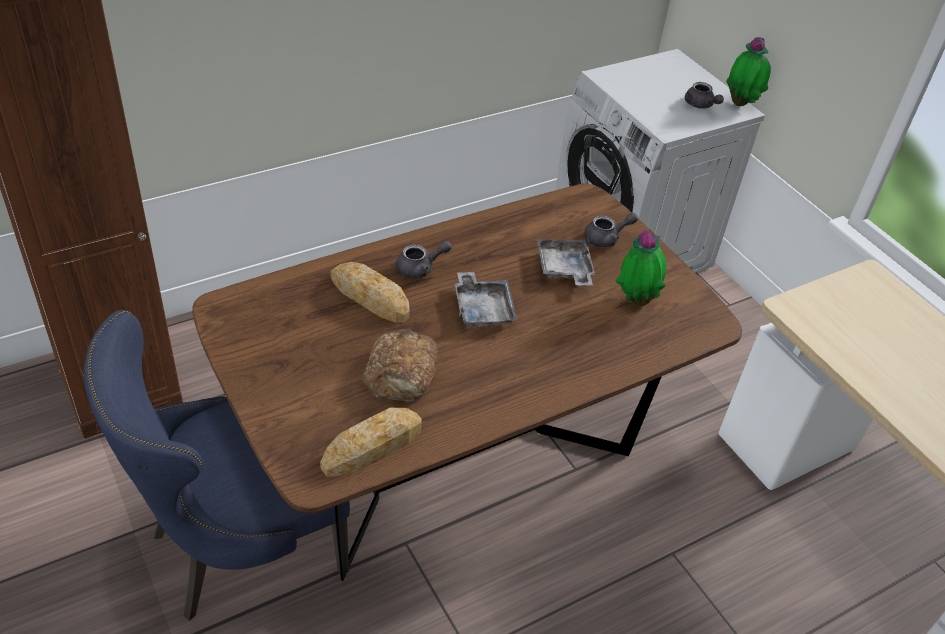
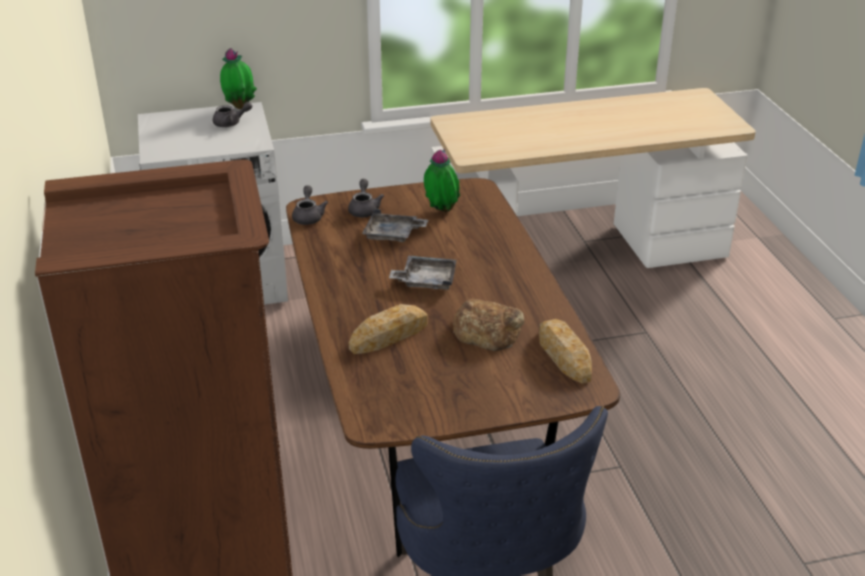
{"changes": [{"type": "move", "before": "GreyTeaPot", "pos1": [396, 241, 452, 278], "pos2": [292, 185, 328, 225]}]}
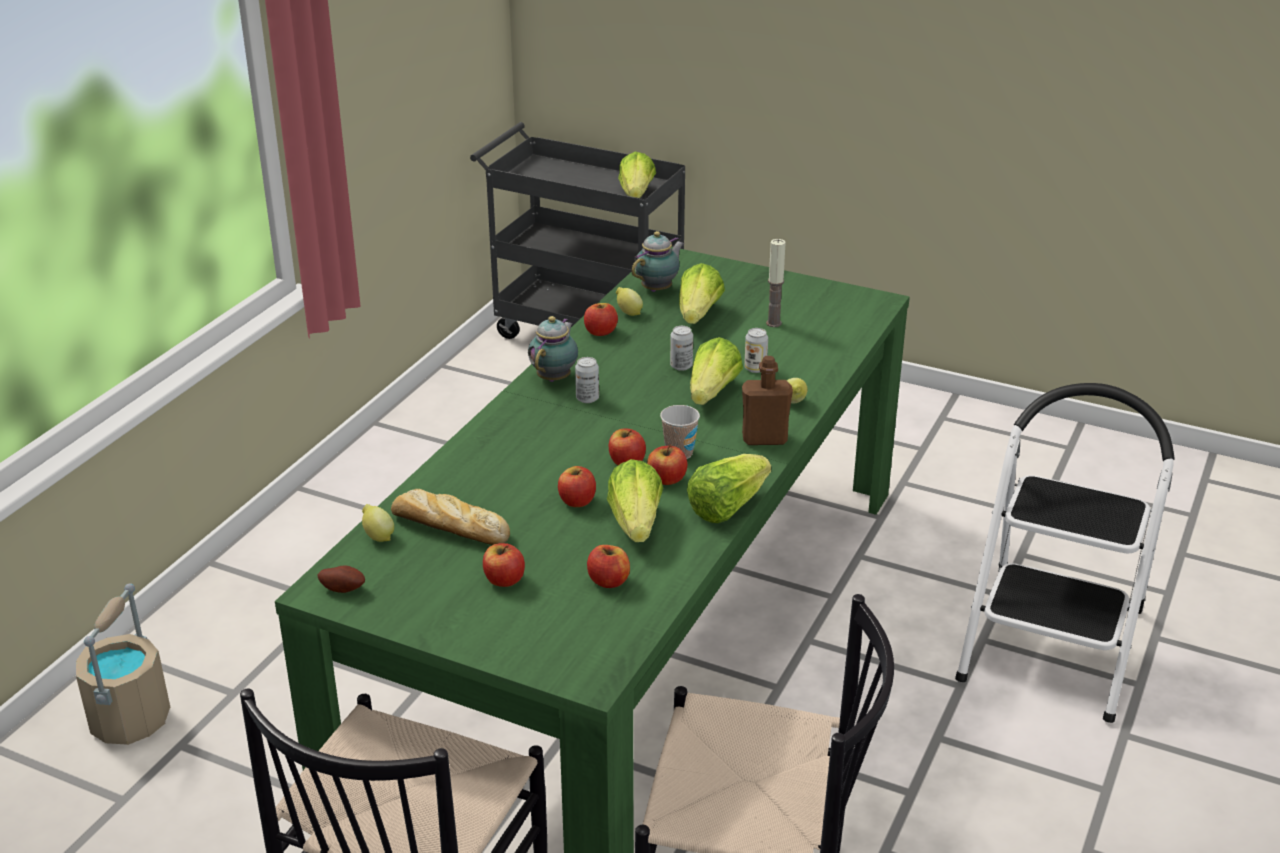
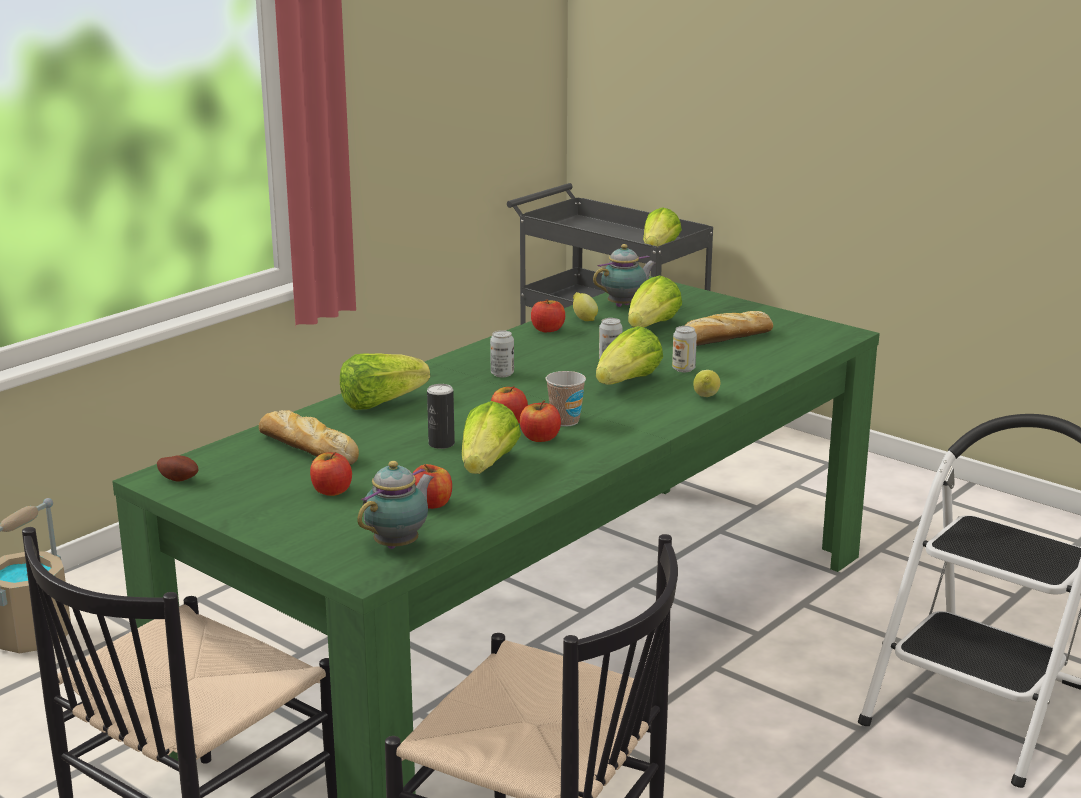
{"changes": [{"type": "replace", "before": "WaxCandle", "after": "Bread", "pos1": [766, 239, 785, 327], "pos2": [684, 311, 773, 346]}, {"type": "move", "before": "TeaPot", "pos1": [528, 316, 578, 382], "pos2": [357, 461, 433, 549]}, {"type": "delete", "before": "BrownColouredBeverageBottle", "pos1": [742, 356, 793, 445]}, {"type": "move", "before": "LettuceHead", "pos1": [687, 454, 771, 523], "pos2": [340, 353, 430, 410]}, {"type": "replace", "before": "WholeApple", "after": "Can", "pos1": [558, 466, 596, 507], "pos2": [427, 384, 455, 449]}, {"type": "delete", "before": "CitrusFruit", "pos1": [362, 504, 394, 542]}]}
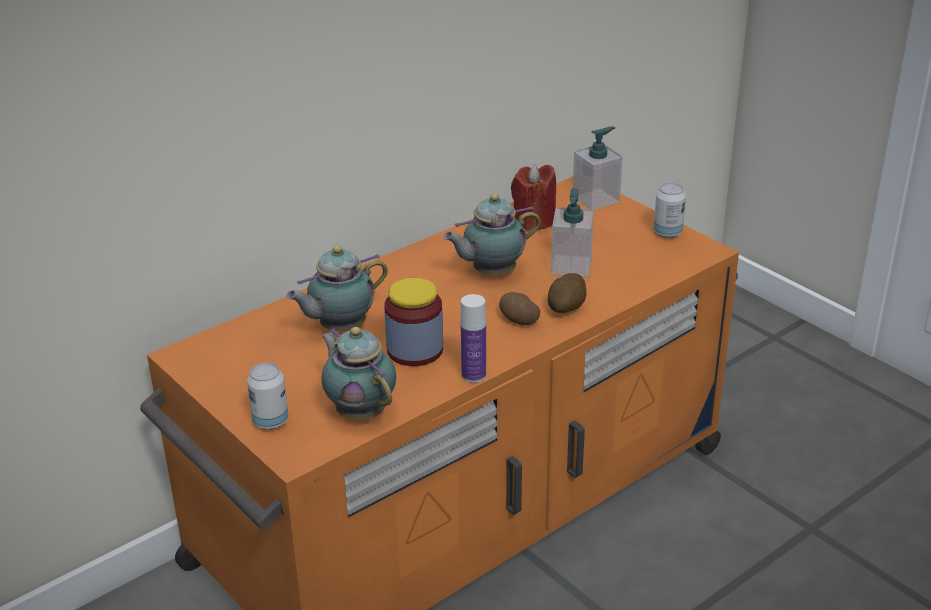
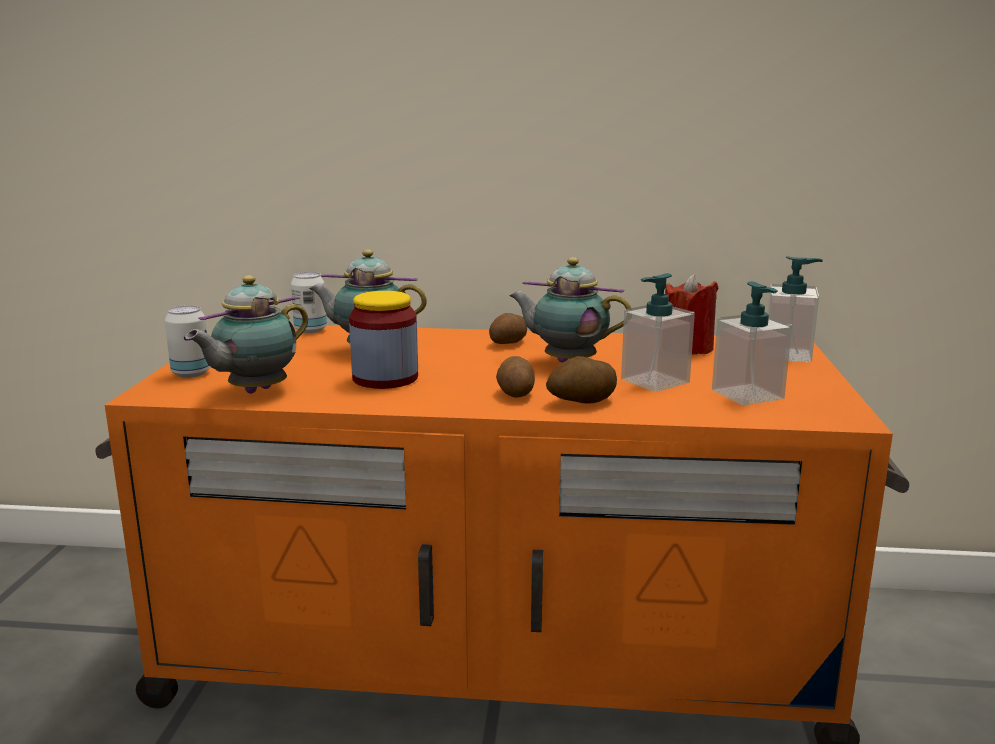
{"changes": [{"type": "move", "before": "Can", "pos1": [654, 183, 686, 238], "pos2": [291, 272, 327, 333]}, {"type": "delete", "before": "BeverageBottle", "pos1": [461, 294, 486, 383]}, {"type": "rotate", "before": "TeaPot", "pos1": [321, 327, 396, 420], "pos2": [185, 275, 308, 394], "turn": -150}, {"type": "insert", "after": "SoapDispenser", "pos2": [712, 281, 792, 406]}, {"type": "insert", "after": "Spud", "pos2": [489, 313, 527, 344]}]}
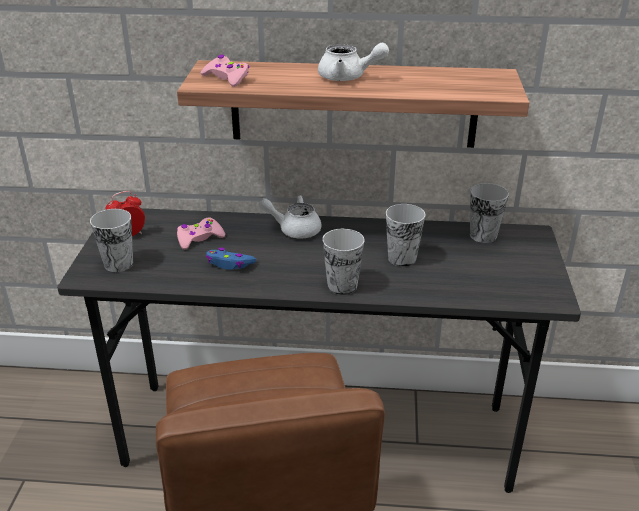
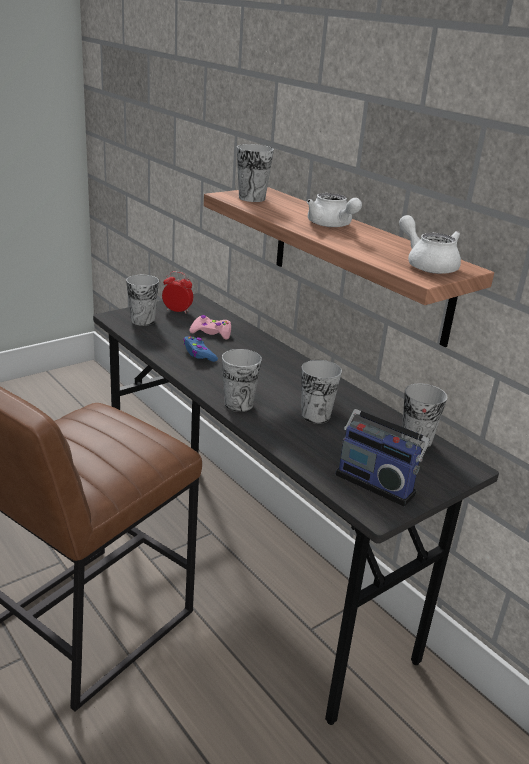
{"changes": [{"type": "replace", "before": "PinkishGameController", "after": "SmallCup", "pos1": [200, 55, 249, 87], "pos2": [237, 144, 274, 202]}, {"type": "move", "before": "WhiteColouredTeaPot", "pos1": [259, 195, 322, 238], "pos2": [399, 215, 461, 274]}, {"type": "insert", "after": "RadioSet", "pos2": [335, 409, 430, 507]}]}
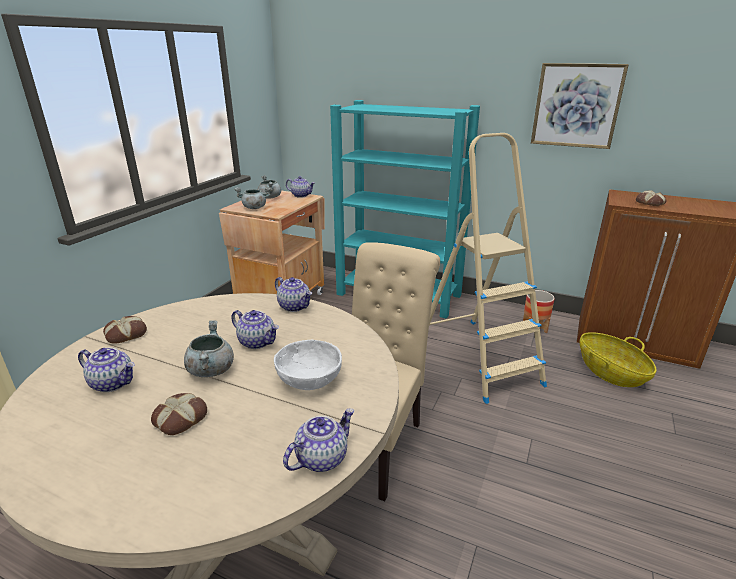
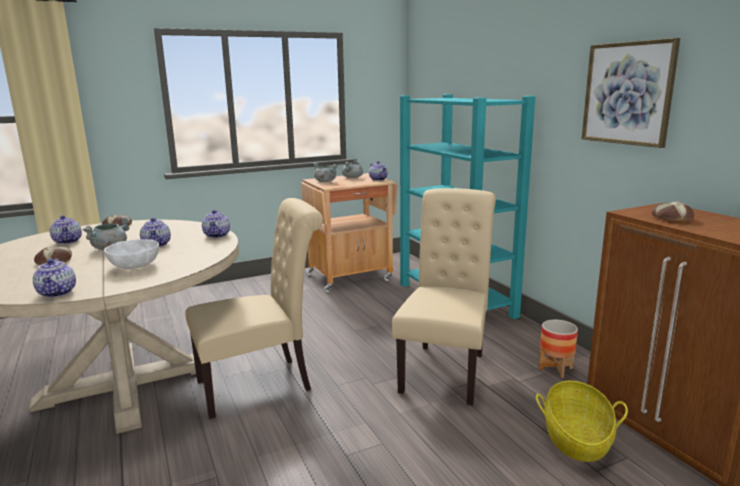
{"changes": [{"type": "replace", "before": "SandColouredStepStool", "after": "SandColouredUprightChair", "pos1": [429, 133, 547, 404], "pos2": [392, 188, 496, 405]}, {"type": "rotate", "before": "TeaPot", "pos1": [283, 408, 354, 472], "pos2": [33, 258, 76, 298], "turn": 75}]}
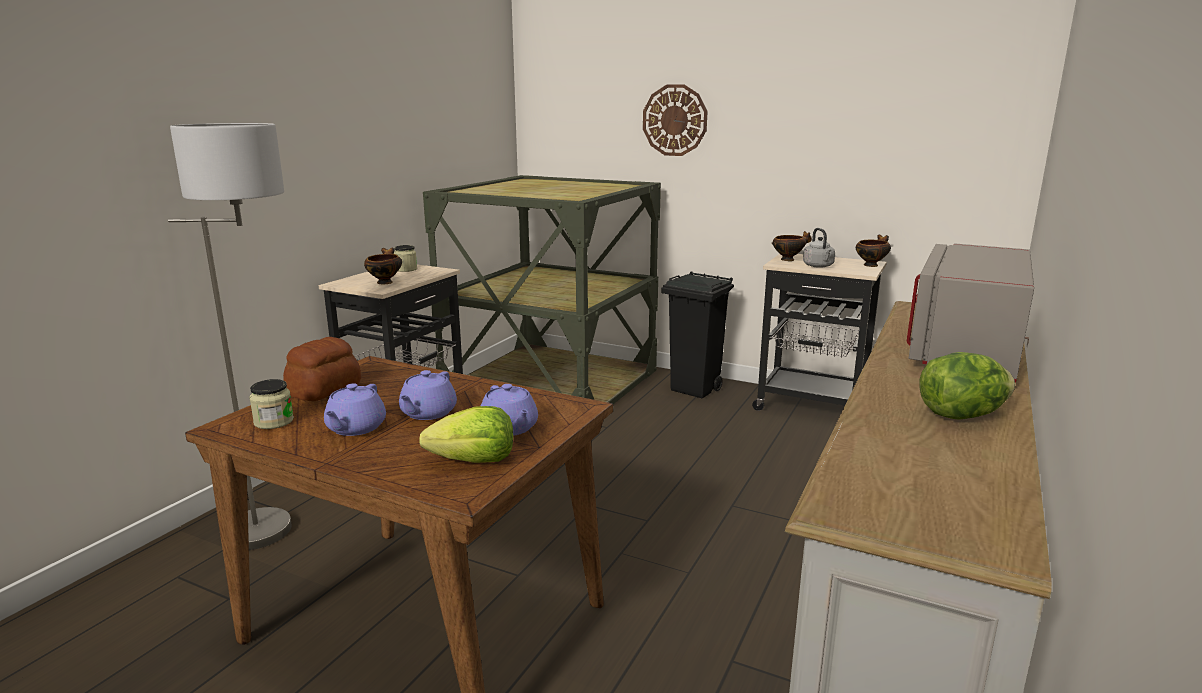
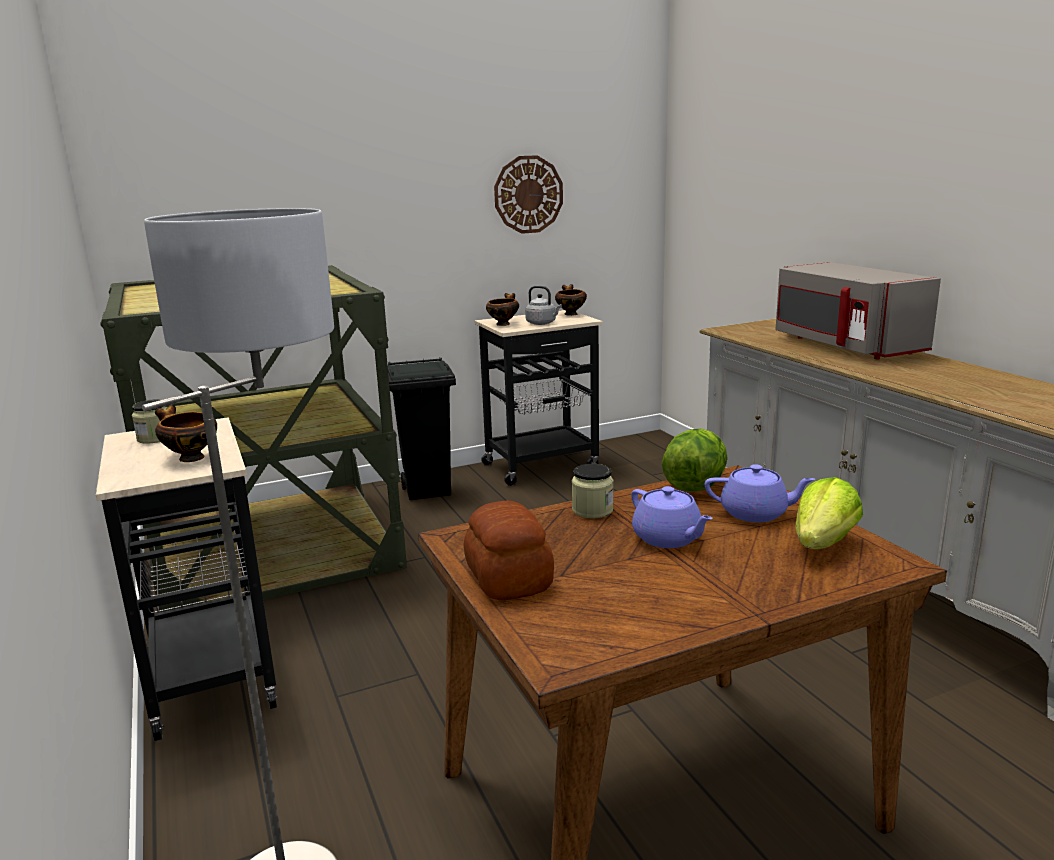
{"changes": [{"type": "move", "before": "ClockOnTheWall", "pos1": [643, 84, 708, 156], "pos2": [494, 155, 563, 234]}, {"type": "move", "before": "LettuceHead", "pos1": [919, 352, 1015, 420], "pos2": [662, 429, 728, 492]}, {"type": "move", "before": "PreserveJar", "pos1": [249, 379, 294, 429], "pos2": [572, 464, 613, 519]}, {"type": "delete", "before": "PurpleColouredTeaPot", "pos1": [324, 383, 386, 436]}]}
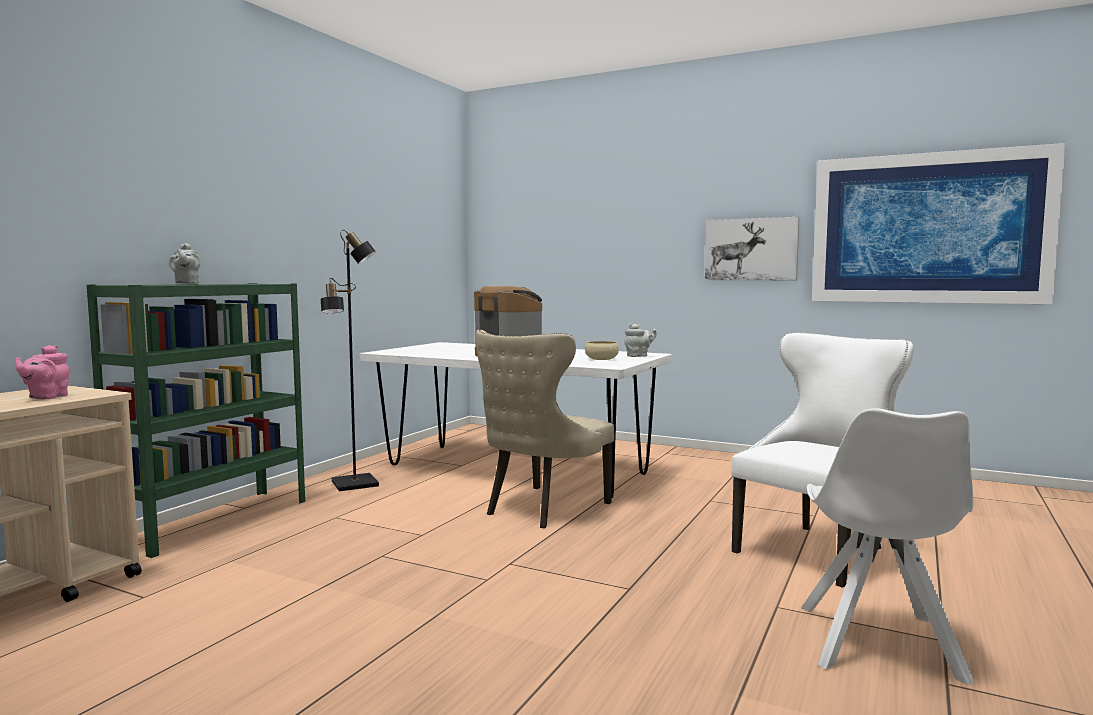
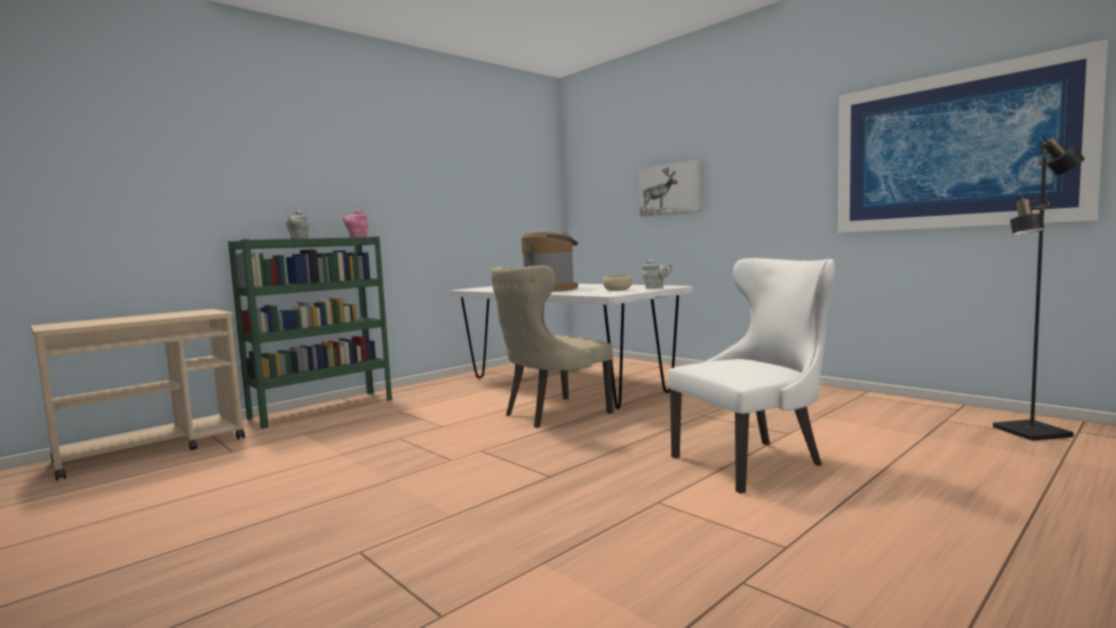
{"changes": [{"type": "move", "before": "WallPicture", "pos1": [705, 217, 800, 280], "pos2": [639, 159, 702, 217]}, {"type": "move", "before": "BlackishStandardLamp", "pos1": [321, 230, 379, 491], "pos2": [993, 136, 1085, 441]}, {"type": "move", "before": "PinkishTeaPot", "pos1": [15, 345, 69, 400], "pos2": [342, 210, 368, 237]}, {"type": "delete", "before": "WhiteColouredUprightChair", "pos1": [801, 408, 975, 685]}]}
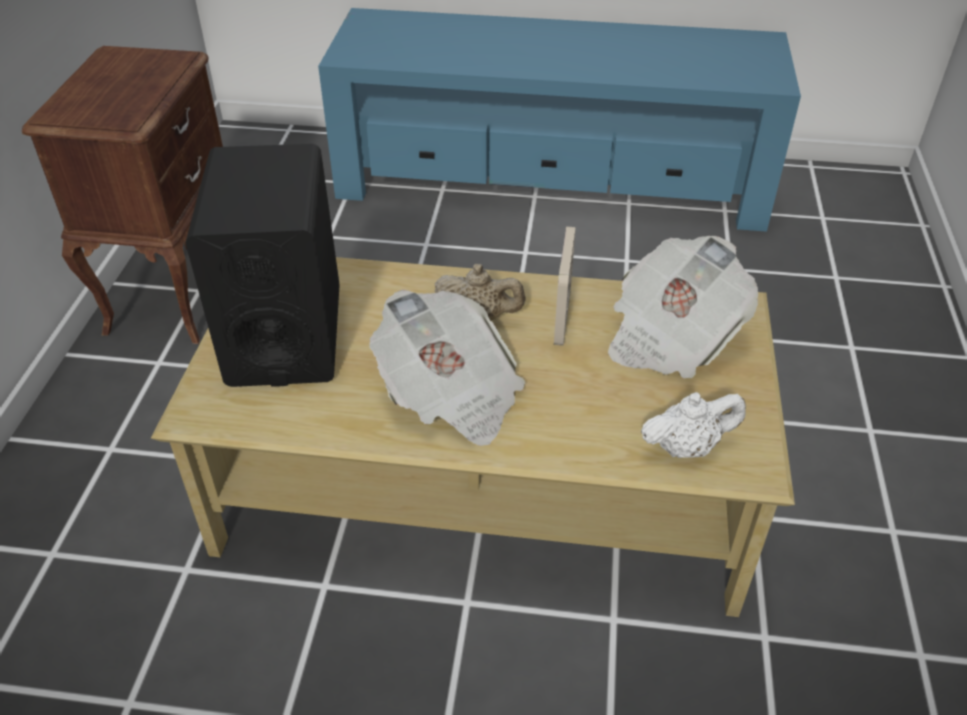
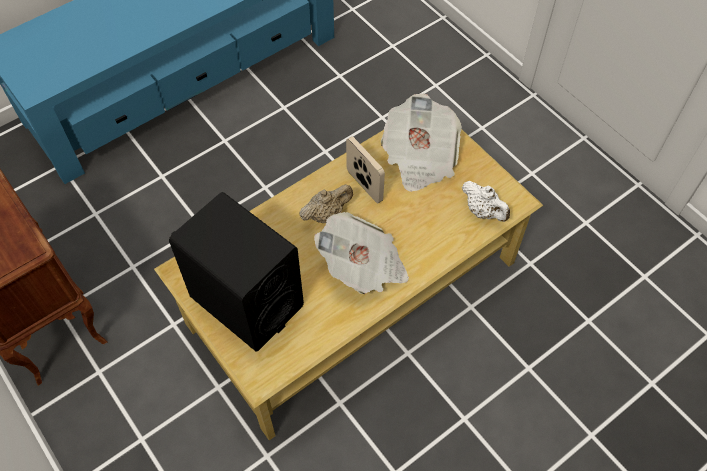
{"changes": [{"type": "rotate", "before": "WhiteColouredTeaPot", "pos1": [641, 392, 746, 458], "pos2": [462, 181, 510, 222], "turn": 105}]}
